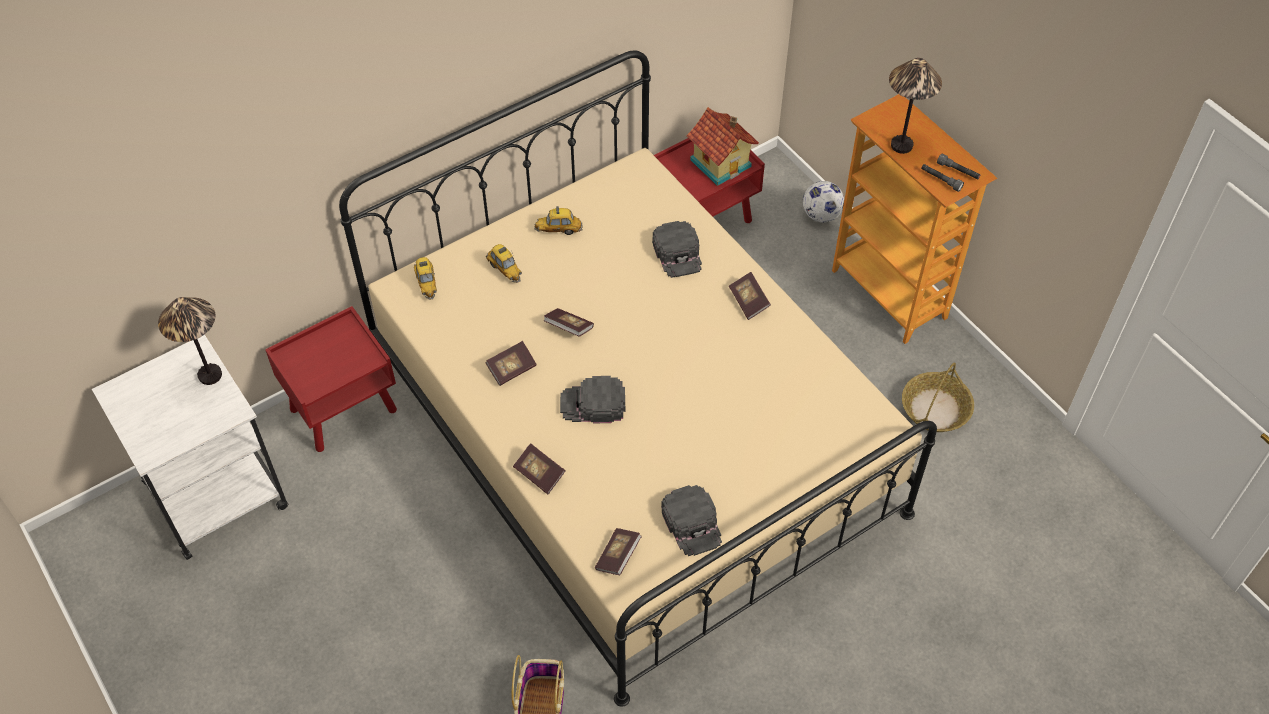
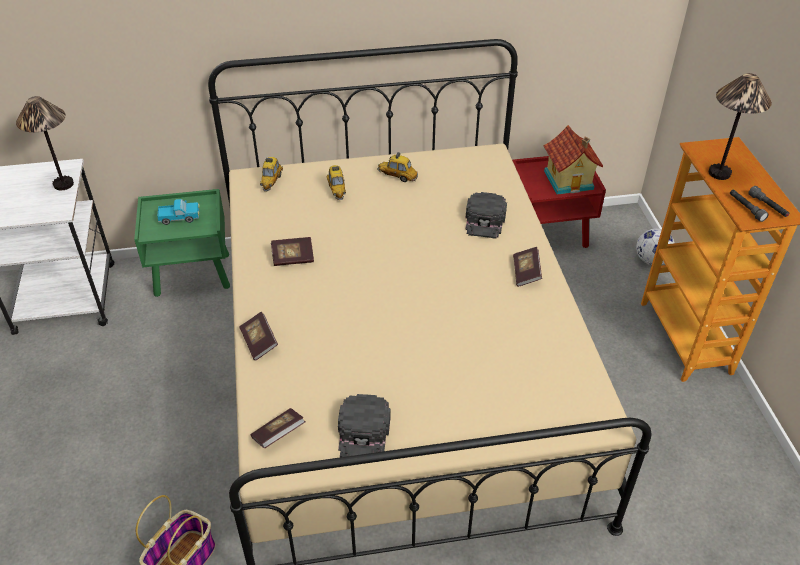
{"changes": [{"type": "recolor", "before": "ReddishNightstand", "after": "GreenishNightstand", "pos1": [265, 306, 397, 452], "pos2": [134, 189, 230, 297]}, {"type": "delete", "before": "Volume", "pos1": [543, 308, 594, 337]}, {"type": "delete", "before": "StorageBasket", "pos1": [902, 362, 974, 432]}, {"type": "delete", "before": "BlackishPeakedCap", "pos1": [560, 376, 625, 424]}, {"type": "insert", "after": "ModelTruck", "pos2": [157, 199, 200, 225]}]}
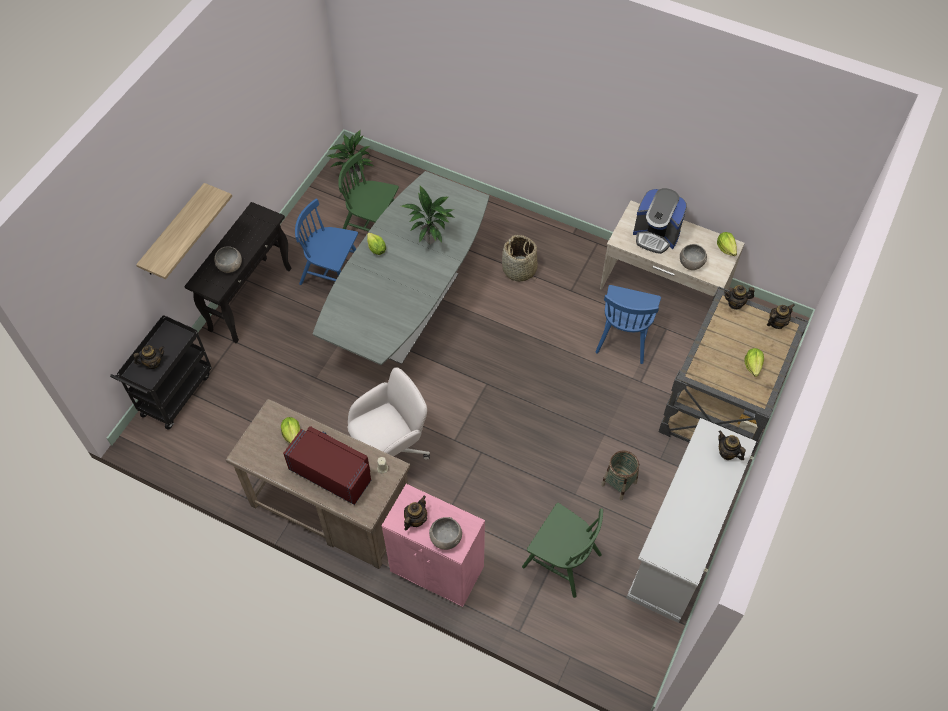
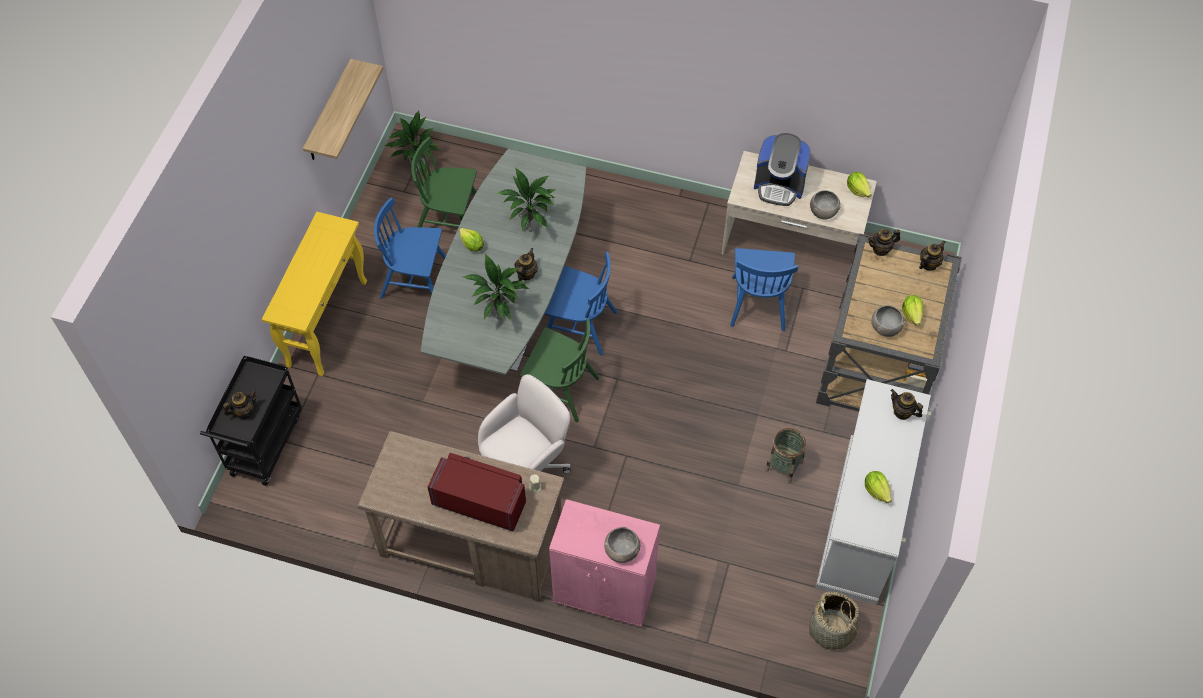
{"changes": [{"type": "move", "before": "WallShelf", "pos1": [136, 183, 232, 279], "pos2": [303, 59, 383, 160]}, {"type": "recolor", "before": "BlackishConsoleTable", "after": "YellowConsoleTable", "pos1": [184, 202, 292, 343], "pos2": [262, 212, 367, 376]}, {"type": "move", "before": "StorageBasket", "pos1": [502, 235, 538, 282], "pos2": [809, 592, 861, 650]}, {"type": "move", "before": "GreyBowl", "pos1": [214, 246, 242, 273], "pos2": [871, 305, 904, 337]}, {"type": "move", "before": "LettuceHead", "pos1": [281, 417, 300, 444], "pos2": [865, 471, 892, 503]}, {"type": "move", "before": "TeaPot", "pos1": [404, 496, 427, 530], "pos2": [514, 248, 538, 281]}, {"type": "move", "before": "GreenishUprightChair", "pos1": [522, 503, 603, 598], "pos2": [520, 319, 599, 422]}, {"type": "insert", "after": "BluishUprightChair", "pos2": [545, 252, 618, 355]}, {"type": "insert", "after": "PottedPlant", "pos2": [462, 253, 529, 321]}]}
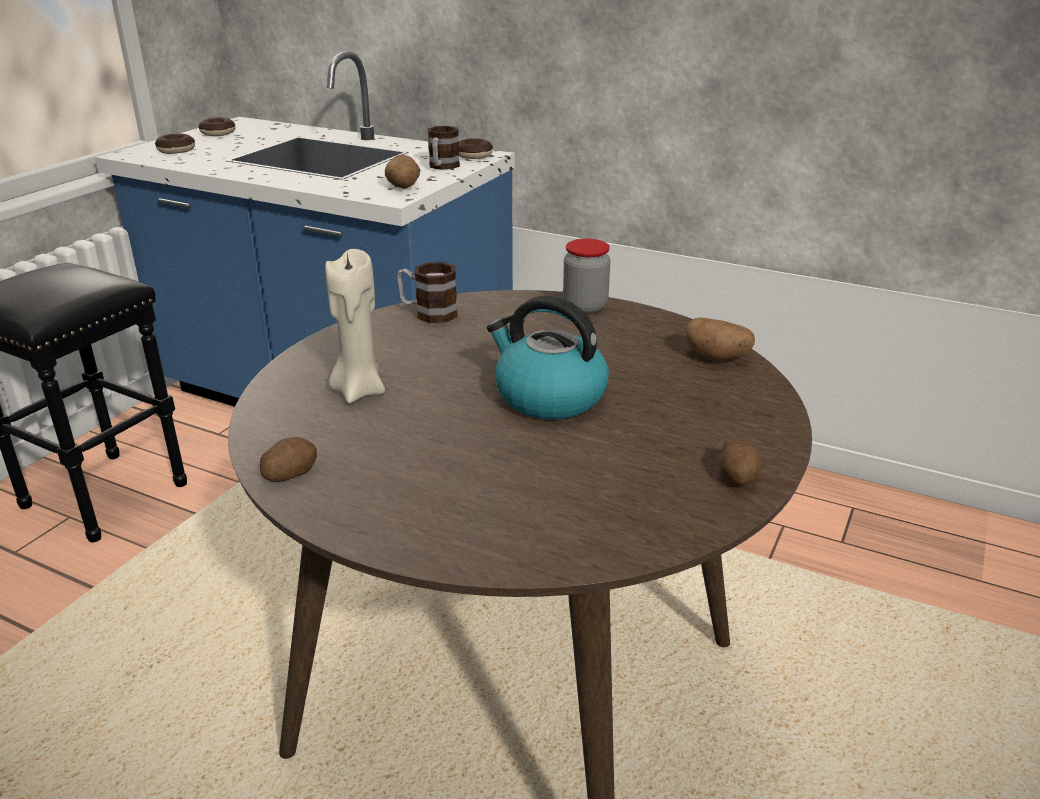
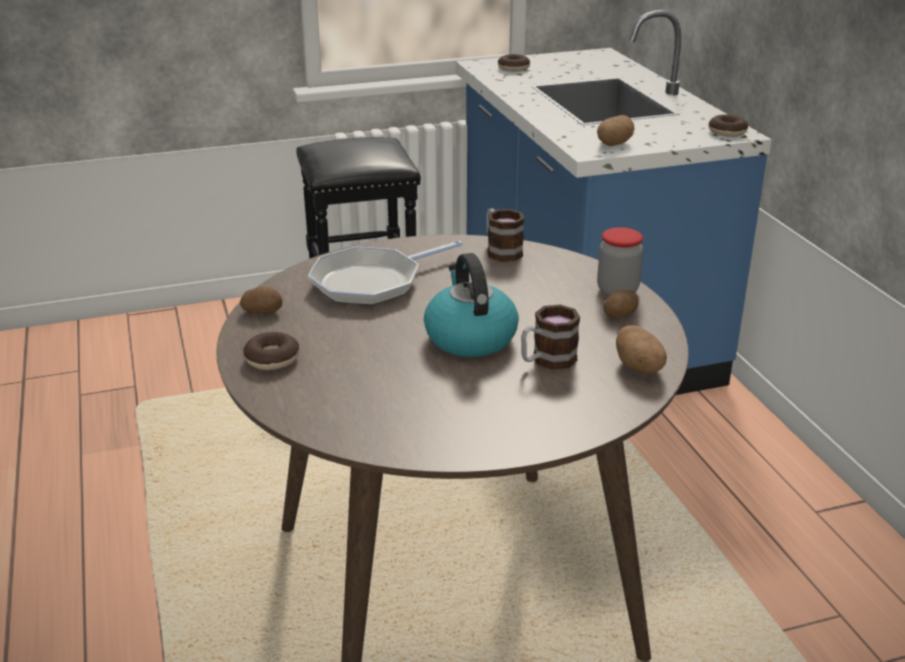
{"changes": [{"type": "move", "before": "Donut", "pos1": [199, 118, 236, 136], "pos2": [243, 332, 300, 370]}, {"type": "move", "before": "CoffeeMug", "pos1": [428, 126, 460, 170], "pos2": [521, 304, 580, 370]}, {"type": "replace", "before": "SandColouredWaxCandle", "after": "Skillet", "pos1": [325, 249, 385, 403], "pos2": [308, 241, 463, 305]}, {"type": "move", "before": "Spud", "pos1": [719, 439, 762, 485], "pos2": [604, 290, 639, 318]}]}
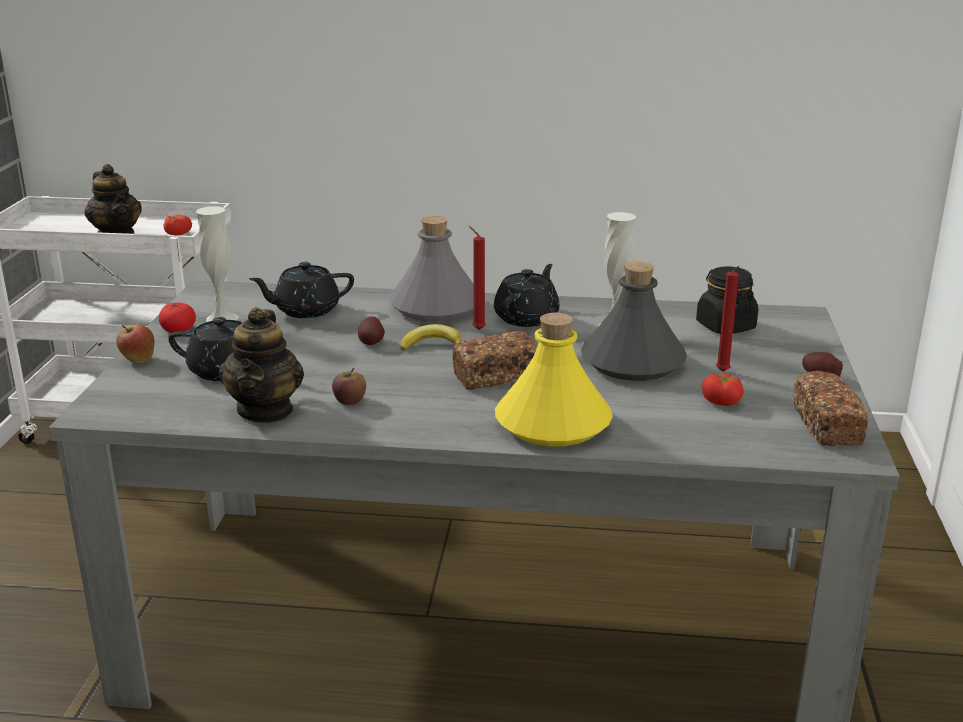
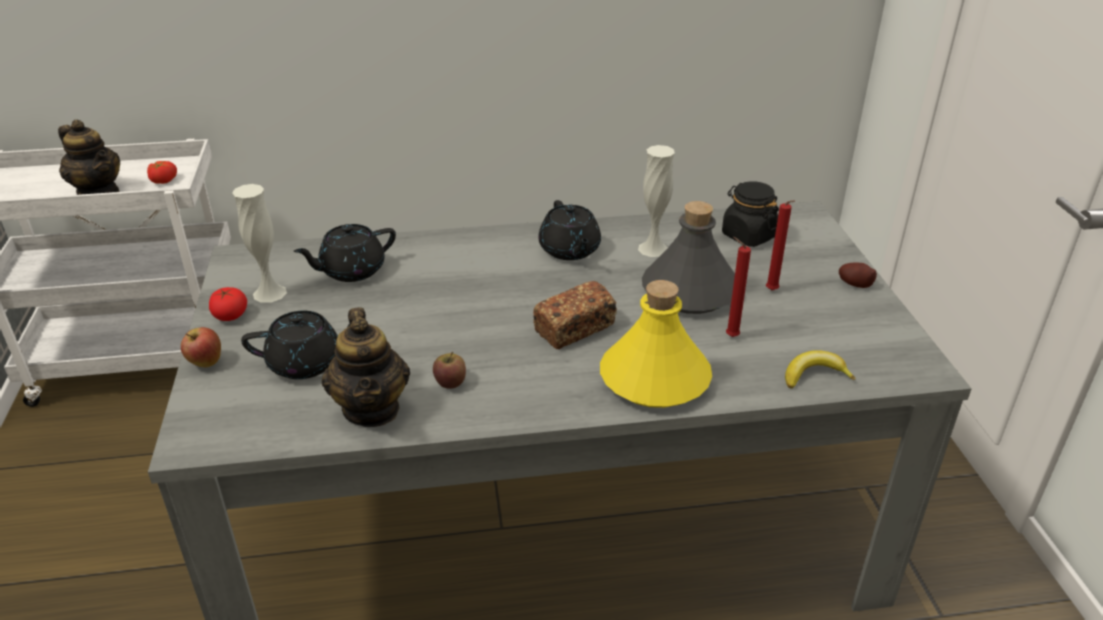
{"changes": [{"type": "delete", "before": "GreyBeverageBottle", "pos1": [389, 216, 474, 322]}, {"type": "move", "before": "ReddishWaxCandle", "pos1": [469, 226, 486, 330], "pos2": [726, 237, 751, 337]}, {"type": "rotate", "before": "BlackishTeaPot", "pos1": [494, 264, 560, 327], "pos2": [538, 200, 601, 260], "turn": 150}, {"type": "delete", "before": "Spud", "pos1": [358, 316, 385, 345]}, {"type": "move", "before": "BananaFruit", "pos1": [400, 324, 461, 350], "pos2": [785, 350, 856, 389]}, {"type": "delete", "before": "Bread", "pos1": [794, 371, 868, 446]}, {"type": "delete", "before": "WholeTomato", "pos1": [702, 373, 744, 406]}]}
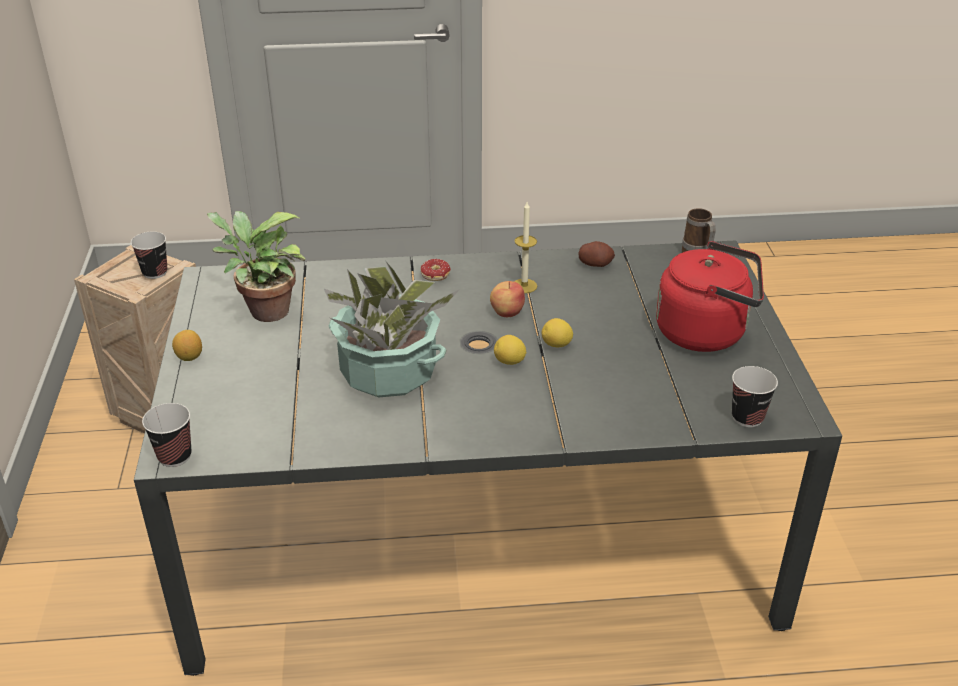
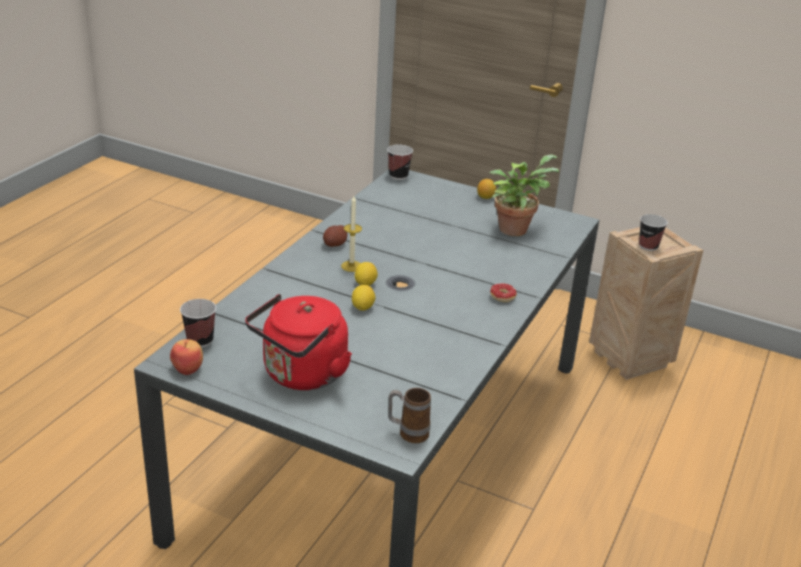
{"changes": [{"type": "move", "before": "WaxCandle", "pos1": [514, 202, 537, 293], "pos2": [341, 196, 362, 272]}, {"type": "move", "before": "Spud", "pos1": [578, 241, 615, 267], "pos2": [323, 225, 347, 247]}, {"type": "delete", "before": "PottedPlant", "pos1": [324, 262, 460, 397]}, {"type": "move", "before": "WholeApple", "pos1": [490, 281, 525, 317], "pos2": [170, 339, 203, 375]}]}
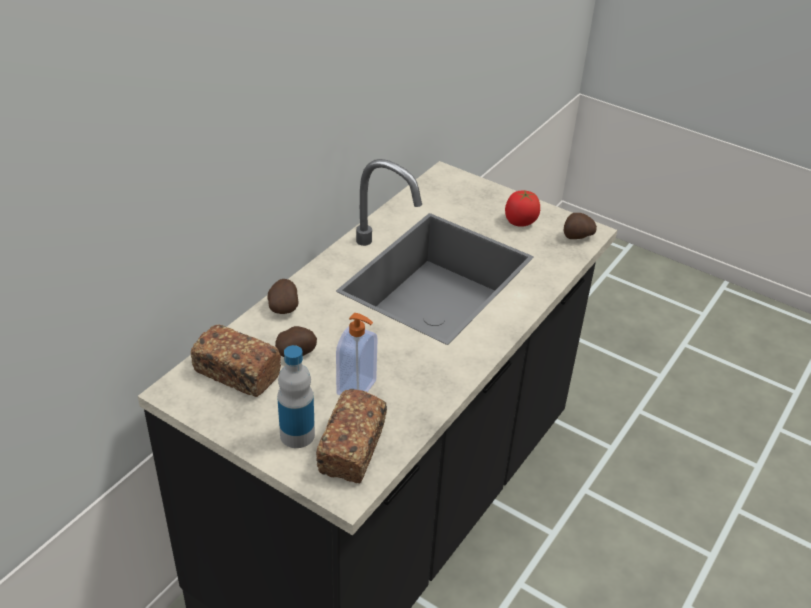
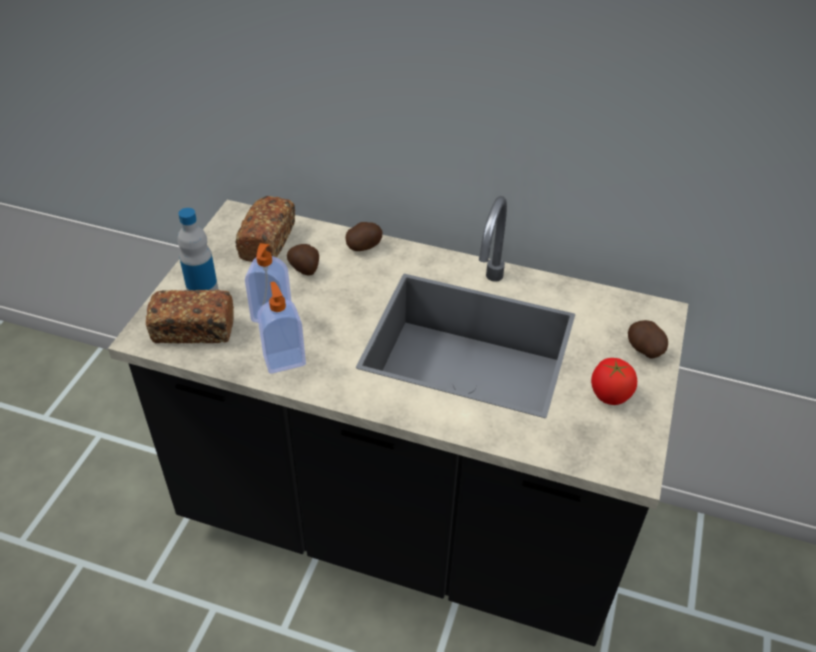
{"changes": [{"type": "move", "before": "Spud", "pos1": [564, 213, 597, 239], "pos2": [628, 320, 668, 359]}, {"type": "insert", "after": "SoapDispenser", "pos2": [257, 282, 306, 374]}]}
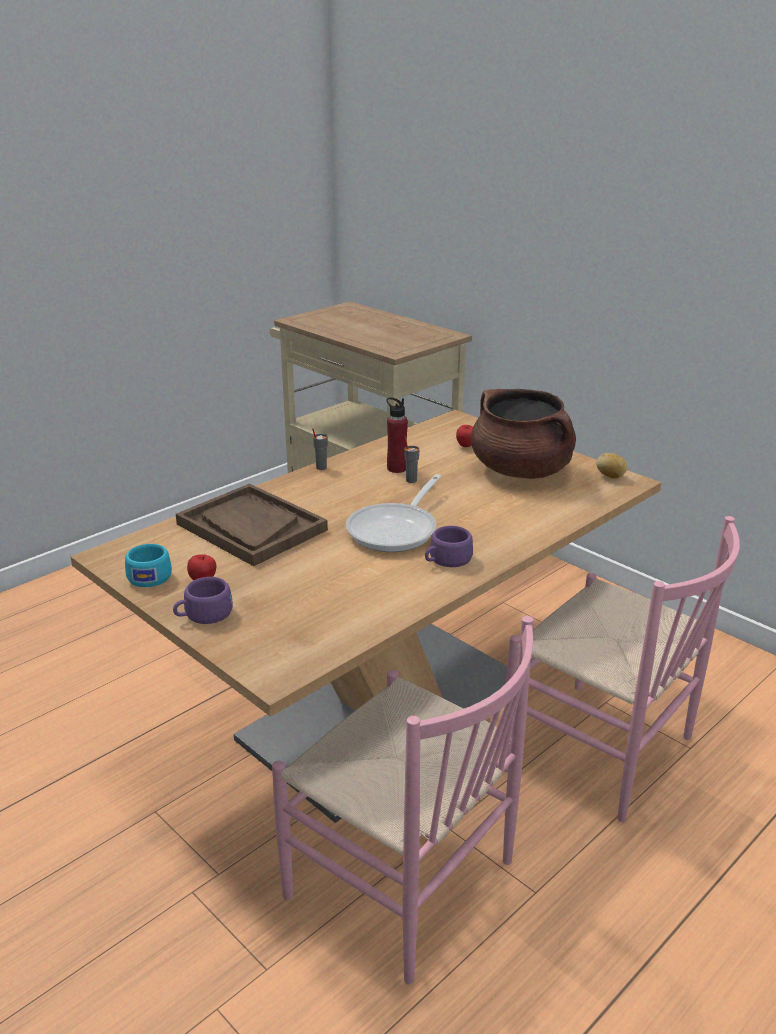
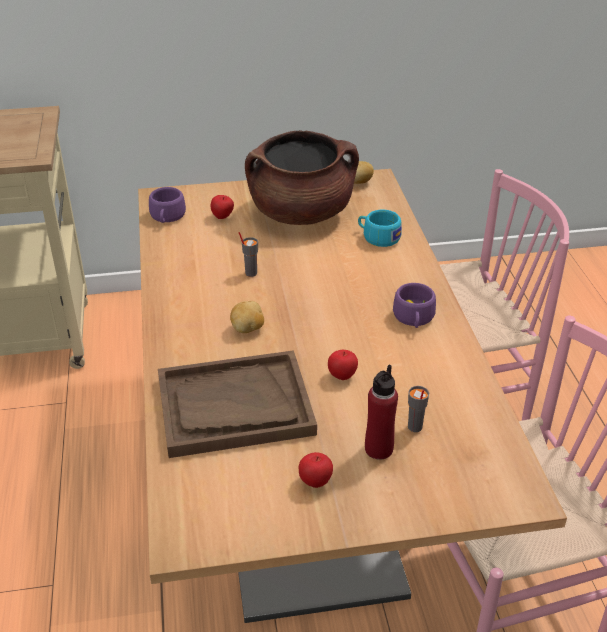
{"changes": [{"type": "move", "before": "ReddishBeverageBottle", "pos1": [386, 397, 408, 473], "pos2": [365, 365, 398, 460]}, {"type": "move", "before": "GreySmallCup", "pos1": [312, 428, 328, 470], "pos2": [408, 386, 429, 432]}, {"type": "delete", "before": "Skillet", "pos1": [346, 474, 442, 552]}, {"type": "move", "before": "BlueGreenSmallCup", "pos1": [125, 544, 172, 587], "pos2": [358, 210, 402, 247]}, {"type": "move", "before": "PurpleColouredSmallCup", "pos1": [173, 577, 233, 624], "pos2": [149, 187, 186, 223]}, {"type": "insert", "after": "Spud", "pos2": [230, 301, 264, 333]}, {"type": "insert", "after": "WholeApple", "pos2": [328, 350, 358, 380]}]}
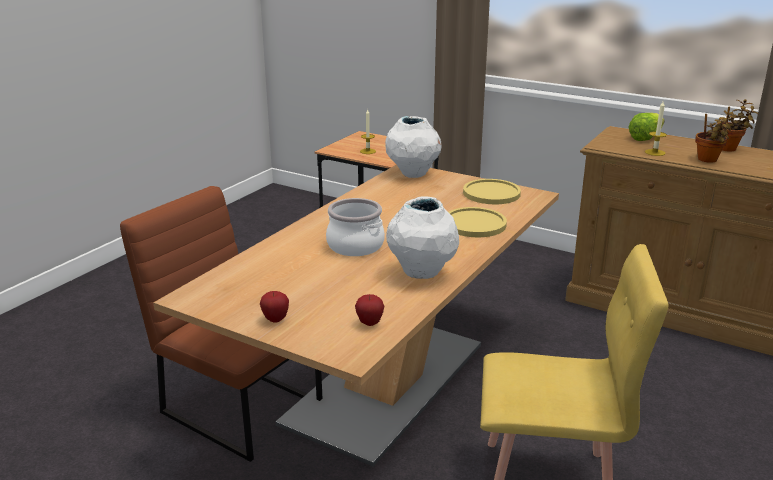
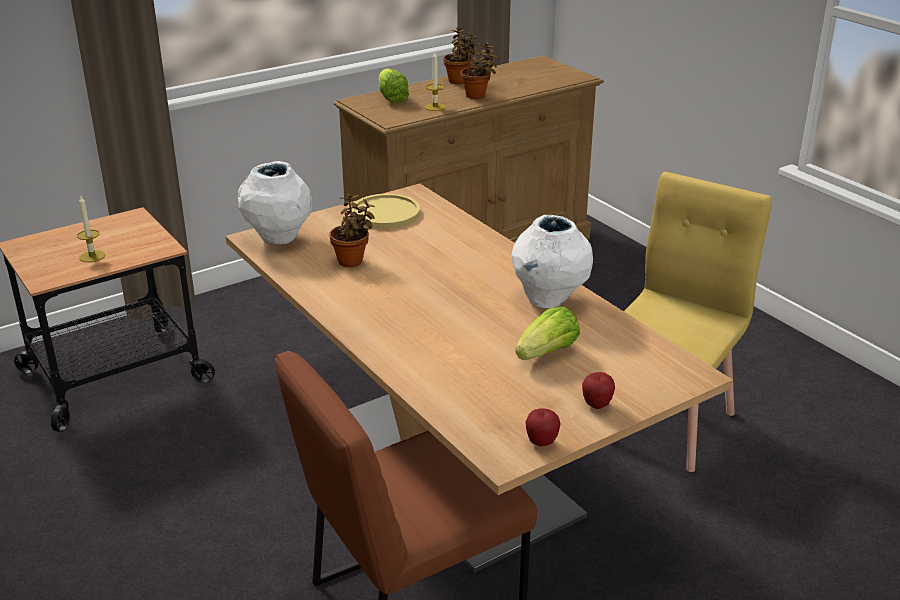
{"changes": [{"type": "delete", "before": "CookingPot", "pos1": [326, 198, 385, 256]}, {"type": "delete", "before": "YellowPlate", "pos1": [449, 207, 507, 237]}, {"type": "move", "before": "WholeApple", "pos1": [355, 294, 384, 326], "pos2": [525, 408, 561, 446]}, {"type": "insert", "after": "PottedPlant", "pos2": [329, 193, 375, 267]}, {"type": "insert", "after": "LettuceHead", "pos2": [516, 307, 580, 360]}]}
